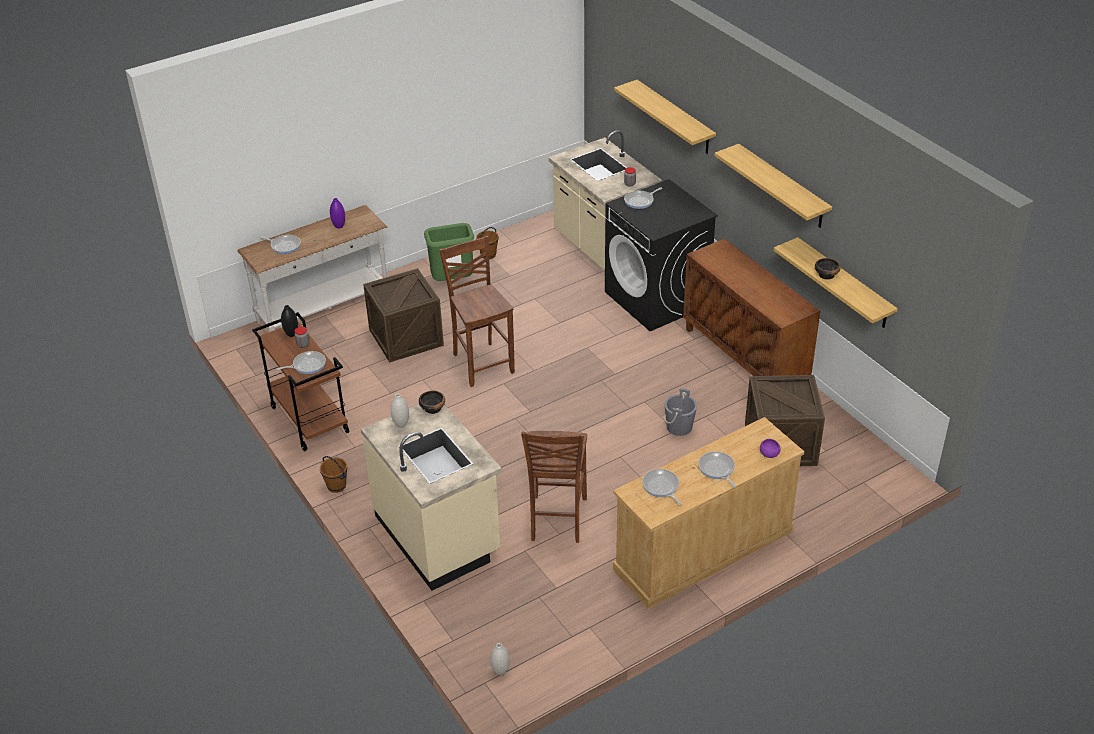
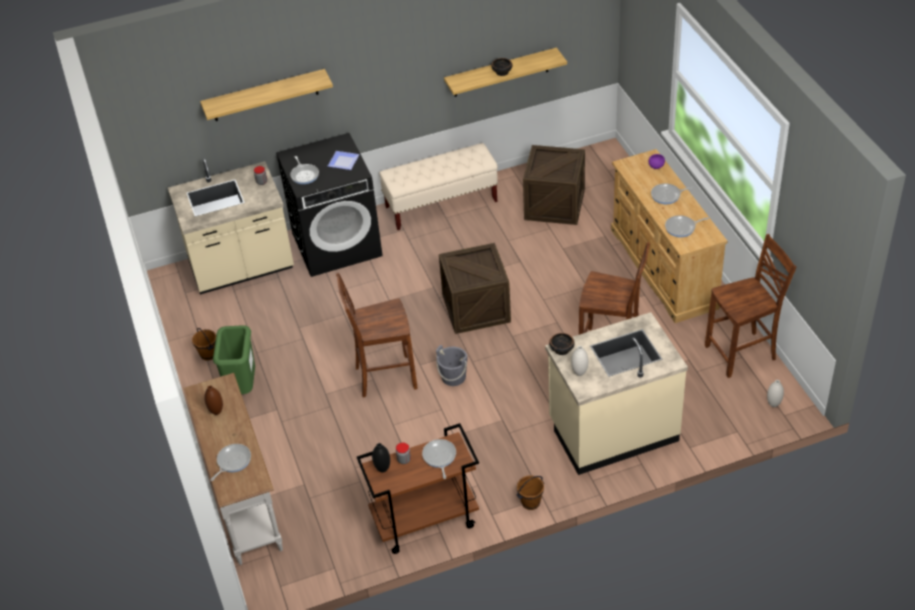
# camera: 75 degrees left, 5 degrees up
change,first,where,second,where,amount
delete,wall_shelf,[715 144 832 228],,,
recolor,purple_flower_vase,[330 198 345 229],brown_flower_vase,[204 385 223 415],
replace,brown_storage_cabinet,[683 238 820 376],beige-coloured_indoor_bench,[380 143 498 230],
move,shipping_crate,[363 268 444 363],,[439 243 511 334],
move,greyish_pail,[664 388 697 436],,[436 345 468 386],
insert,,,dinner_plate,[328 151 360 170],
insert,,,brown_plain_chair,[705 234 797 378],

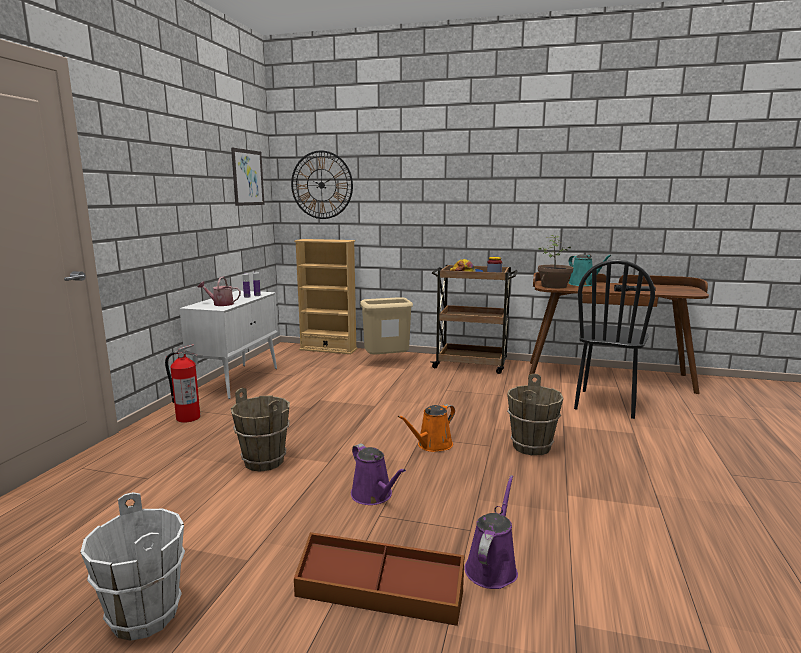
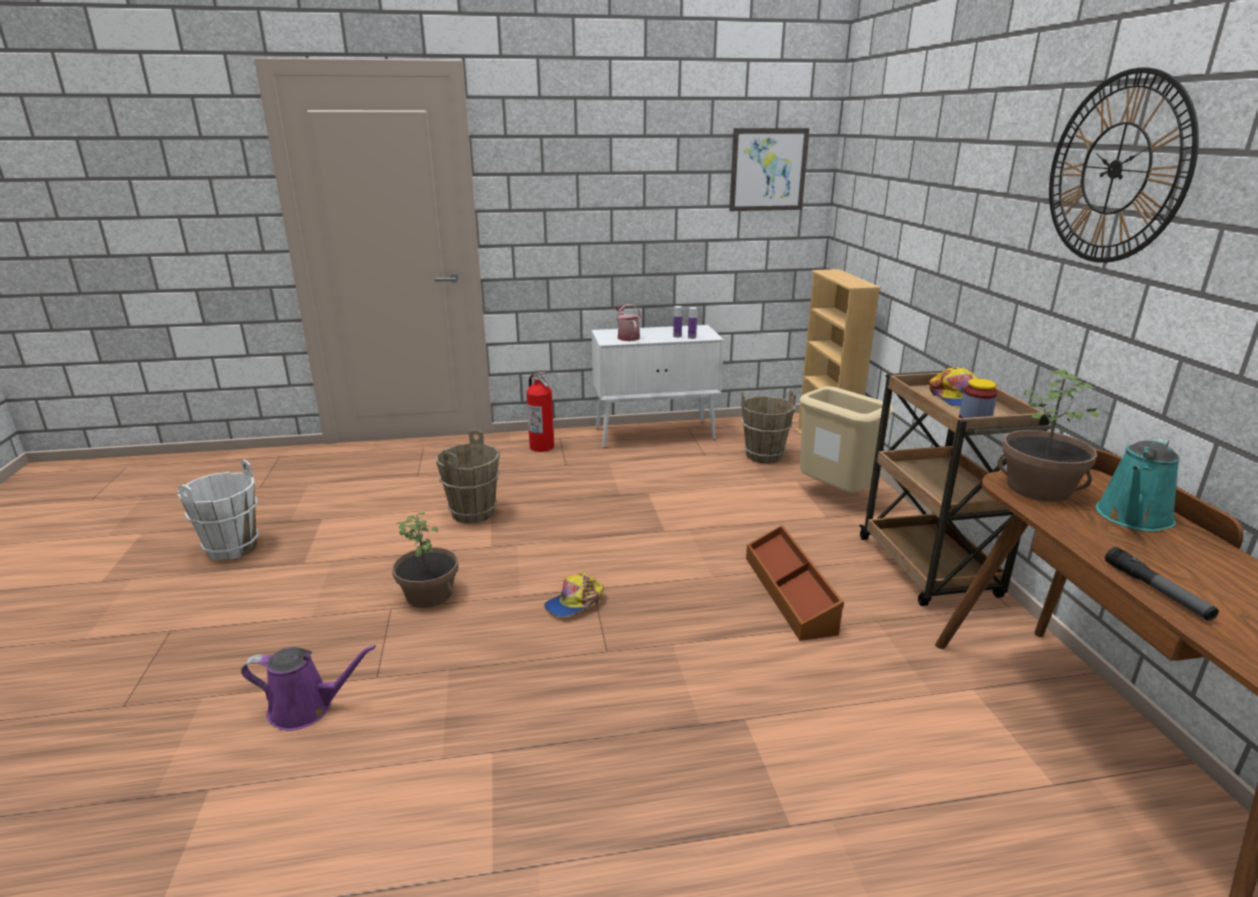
# camera: 65 degrees right, 10 degrees up
change,first,where,second,where,amount
move,clock_on_the_wall,[291 150 353 219],,[1049 67 1199 263],
delete,blackish_plain_chair,[574 259 655 419],,,
move,brown_pail,[507 374 563 455],,[741 390 796 464],
replace,orange-coloured_watering_pot,[398 404 455 452],cap,[544 572 604 617],
replace,purple_watering_pot,[351 444 406 505],potted_plant,[392 512 458 608],
move,brown_storage_box,[294 532 464 626],,[746 525 844 641],

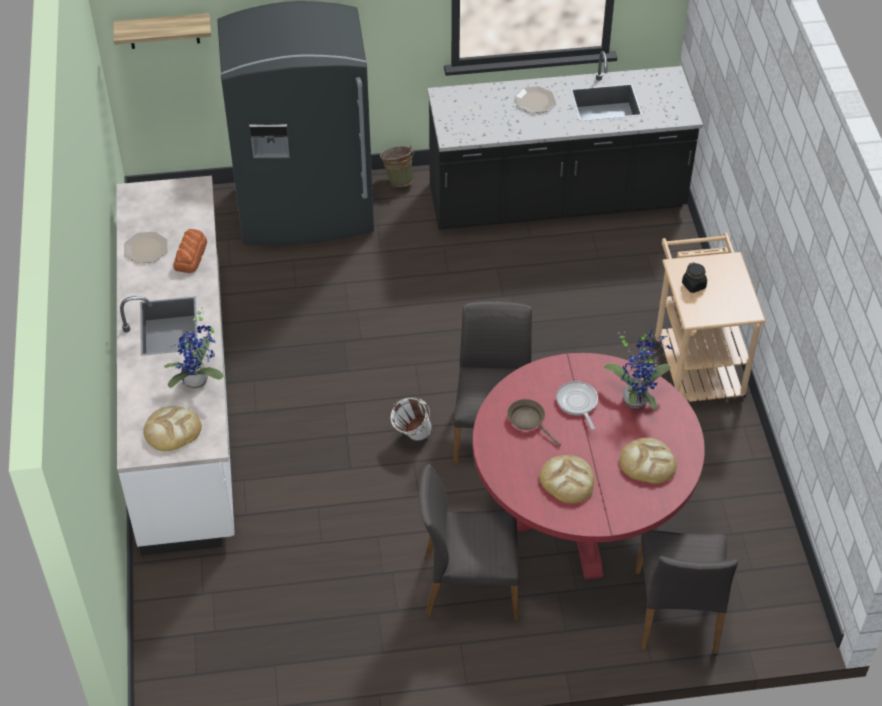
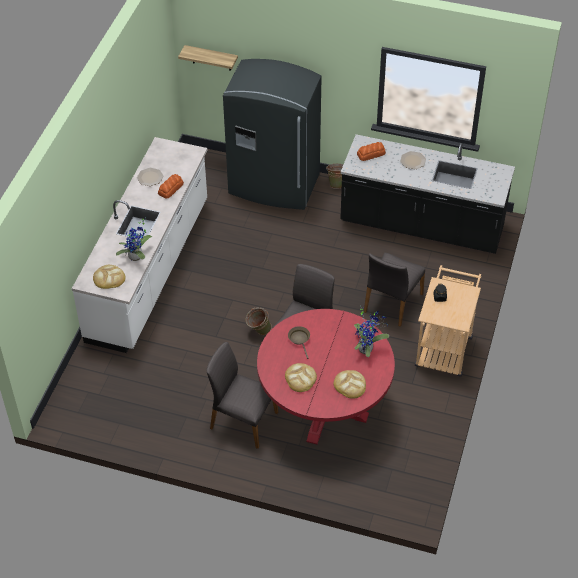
# camera: 25 degrees right, 0 degrees up
change,first,where,second,where,amount
delete,skillet,[556 381 598 430],,,
recolor,whitish_pail,[391 397 432 441],greenish_pail,[246 307 272 335],
move,greyish_plain_chair,[635 530 738 654],,[364 253 425 327],
insert,,,bakery_bread,[357 142 386 161],

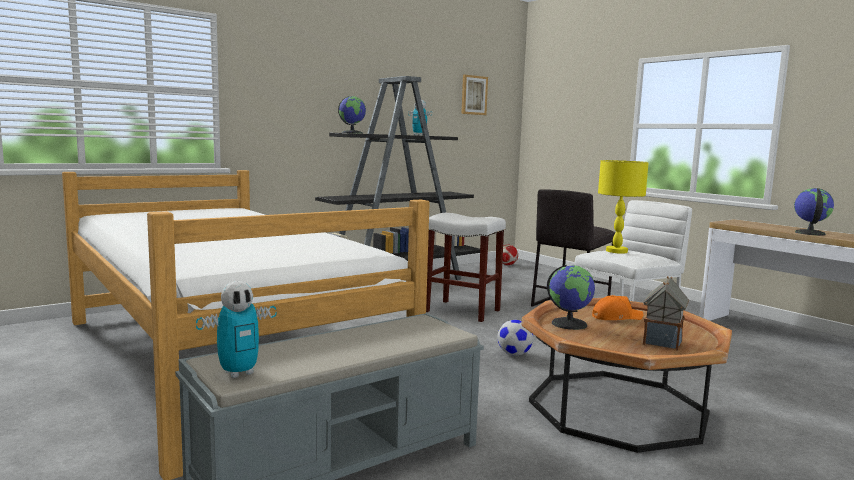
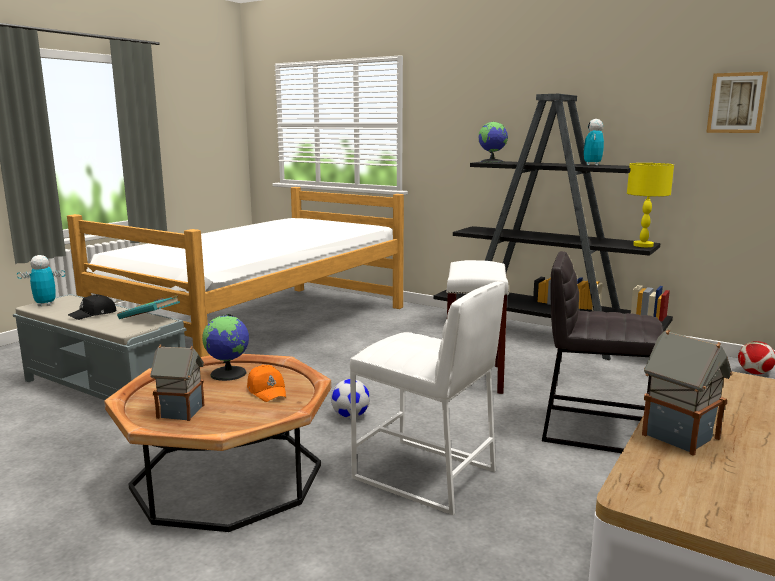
# camera: 70 degrees right, 5 degrees up
change,first,where,second,where,amount
move,yellow-coloured_lamp_for_a_table,[598 160 649 254],,[627 163 674 247],
replace,world_globe,[794 188 834 236],toy_house,[642 329 733 456],
rotate,robot_figure,[196 281 277 378],,[17 255 65 306],135 degrees clockwise
insert,,,blackish_cap,[68 294 116 320],
insert,,,turquoise_volume,[117 295 180 319],

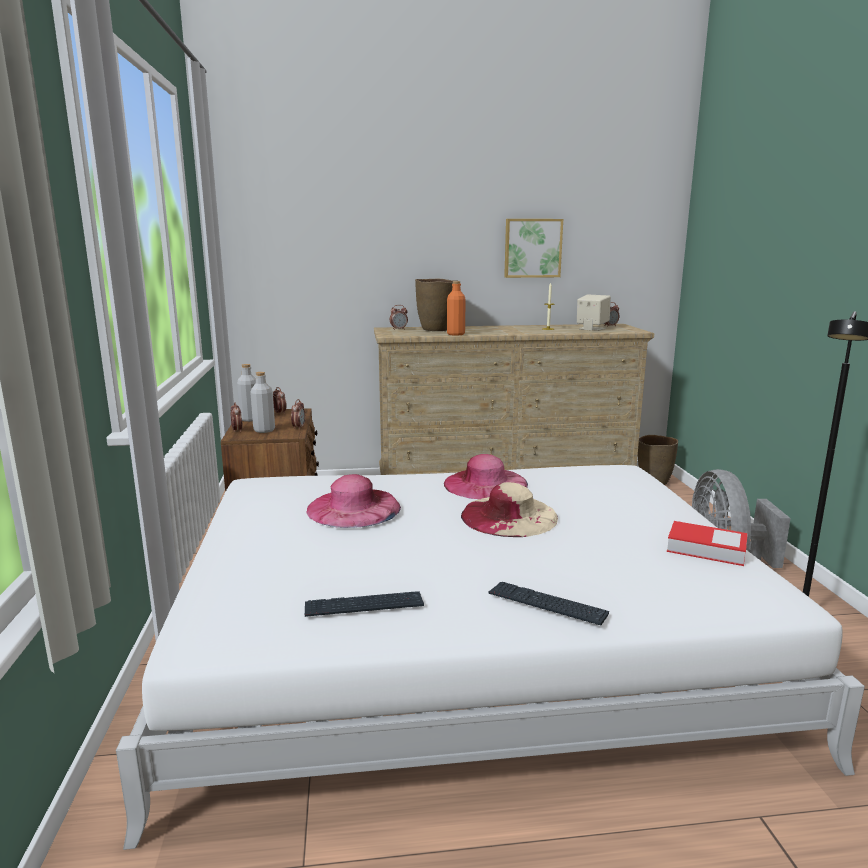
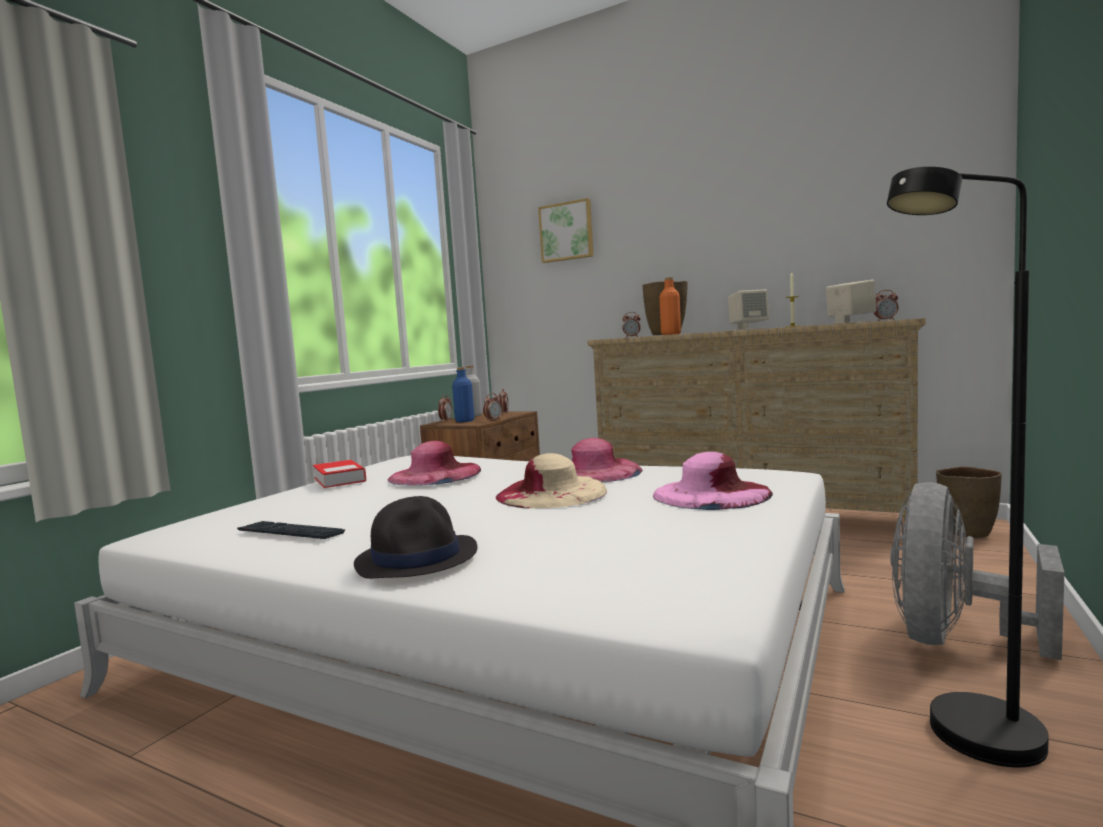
# camera: 35 degrees right, 10 degrees down
change,first,where,second,where,amount
move,wall_art,[504 219 563 278],,[538 198 593 263],
recolor,greyish_drink_bottle,[250 372 275 433],blue-coloured_drink_bottle,[452 367 475 422],
move,volume,[667 521 748 566],,[313 460 366 488],
replace,PC_keyboard,[488 582 609 625],blackish_hat,[354 496 477 579],
insert,,,beige-coloured_speaker,[728 289 769 331],
insert,,,pink_hat,[653 452 773 510],

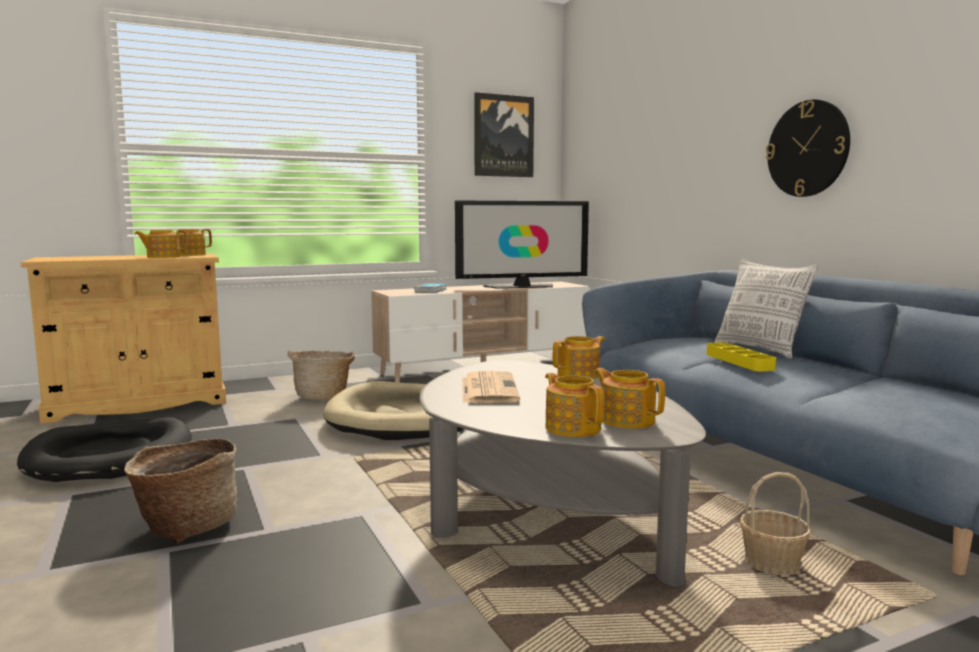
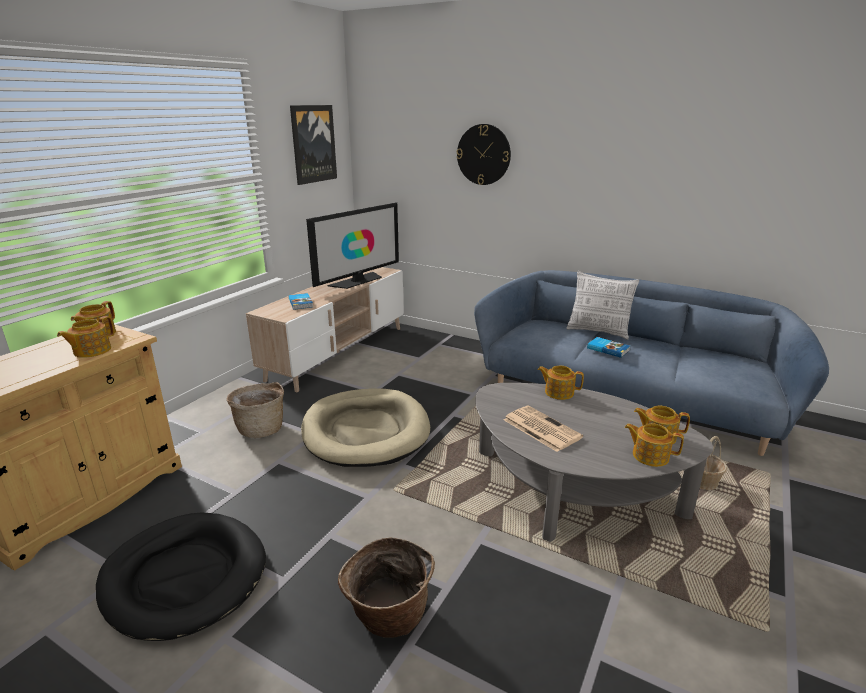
# camera: 35 degrees left, 15 degrees up
change,first,where,second,where,amount
move,clock_on_the_wall,[766 99 850 197],,[457 124 511 185],
rotate,teapot,[553 336 605 379],,[538 366 584 400],90 degrees counterclockwise
replace,yellow-coloured_carrying_tray,[707 342 776 371],volume,[587 337 630 358],

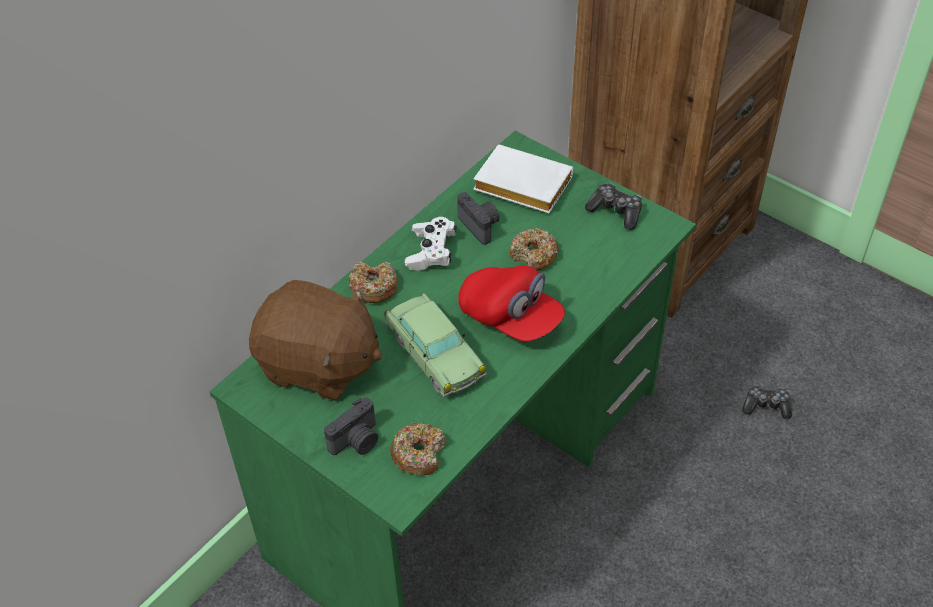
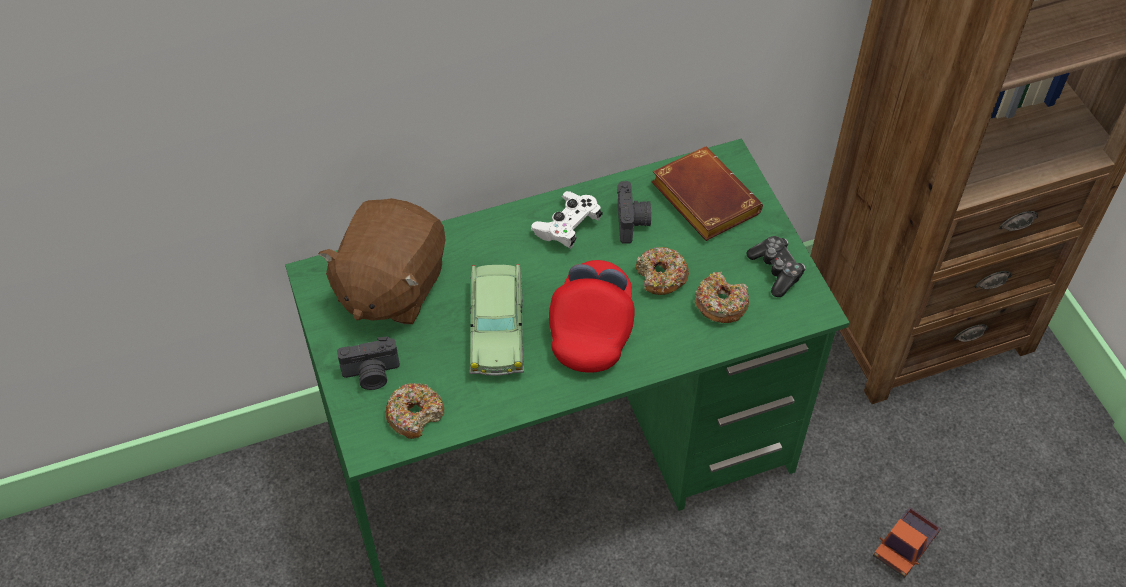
# camera: 30 degrees right, 5 degrees up
change,first,where,second,where,amount
recolor,whitish_volume,[473 144 574 213],brown_volume,[651 147 763 241],
move,donut,[349 261 398 303],,[695 272 749 323],
rotate,reddish_cap,[458 265 565 342],,[549 260 635 373],150 degrees counterclockwise
rotate,brown_plush_toy,[249 280 382 401],,[318 198 446 324],60 degrees clockwise
replace,game_controller,[742 385 792 419],model_truck,[873 507 941 578],

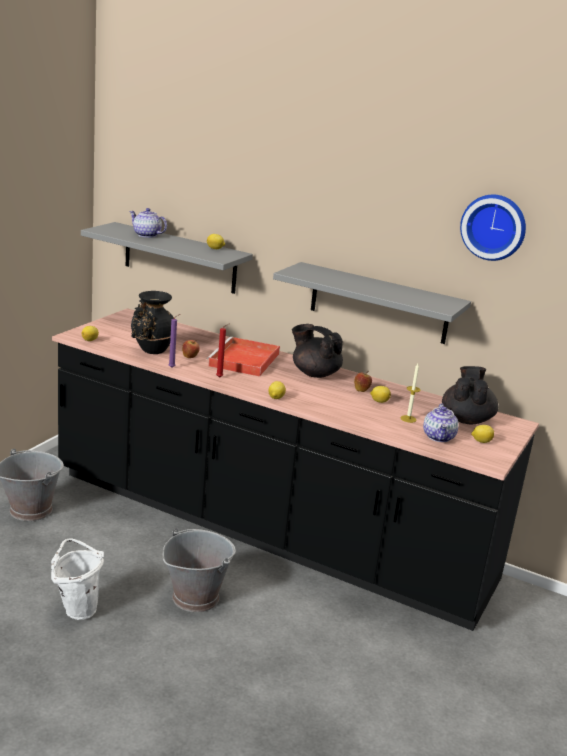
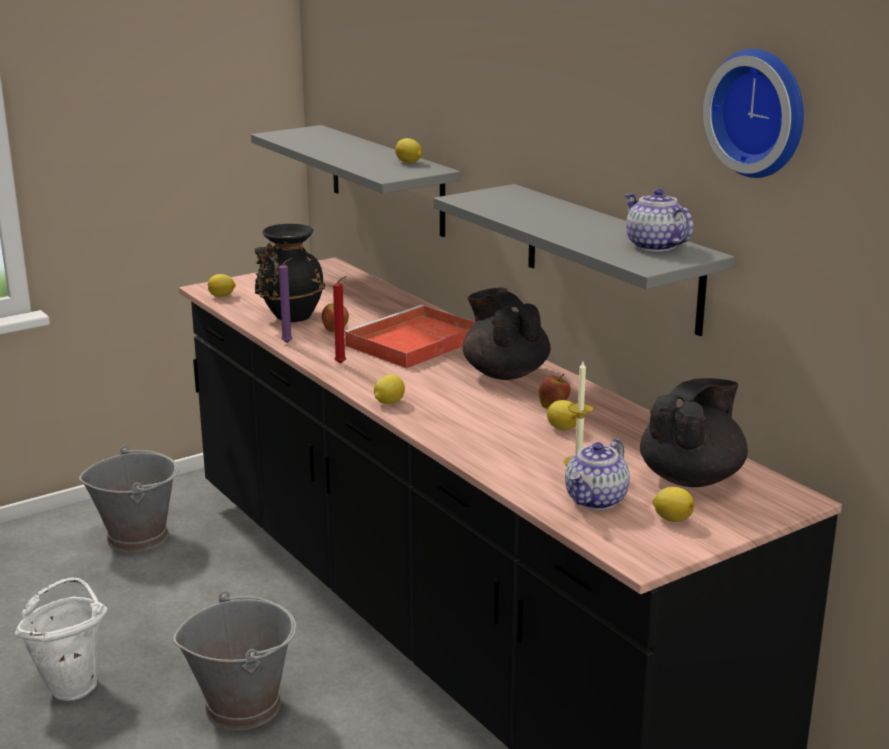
# camera: 30 degrees right, 0 degrees up
change,first,where,second,where,amount
move,teapot,[129 208 167 238],,[624 188 693 252],

